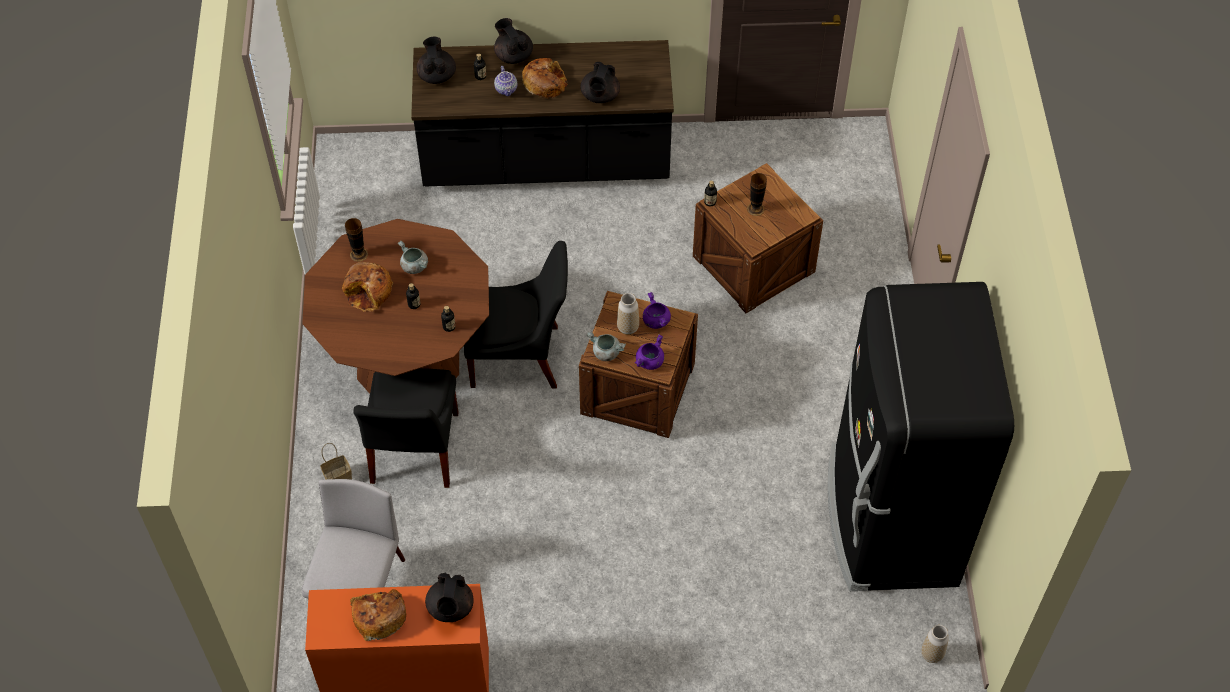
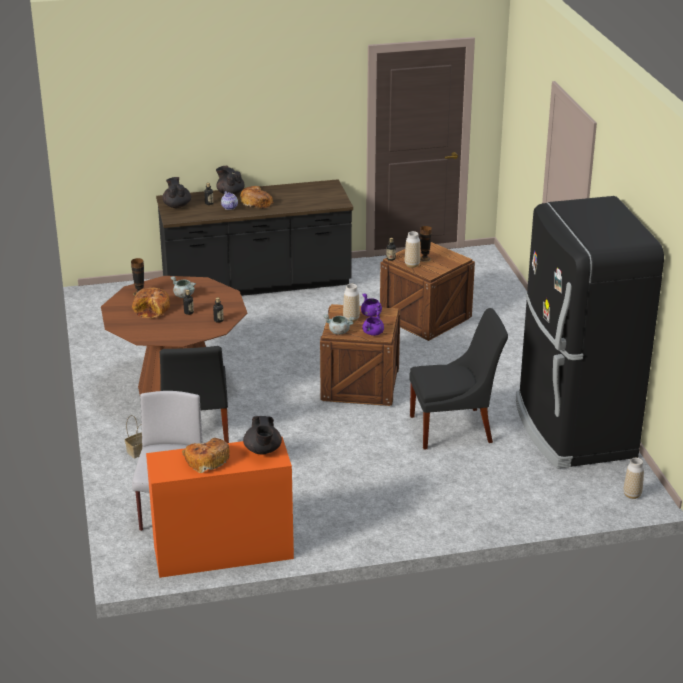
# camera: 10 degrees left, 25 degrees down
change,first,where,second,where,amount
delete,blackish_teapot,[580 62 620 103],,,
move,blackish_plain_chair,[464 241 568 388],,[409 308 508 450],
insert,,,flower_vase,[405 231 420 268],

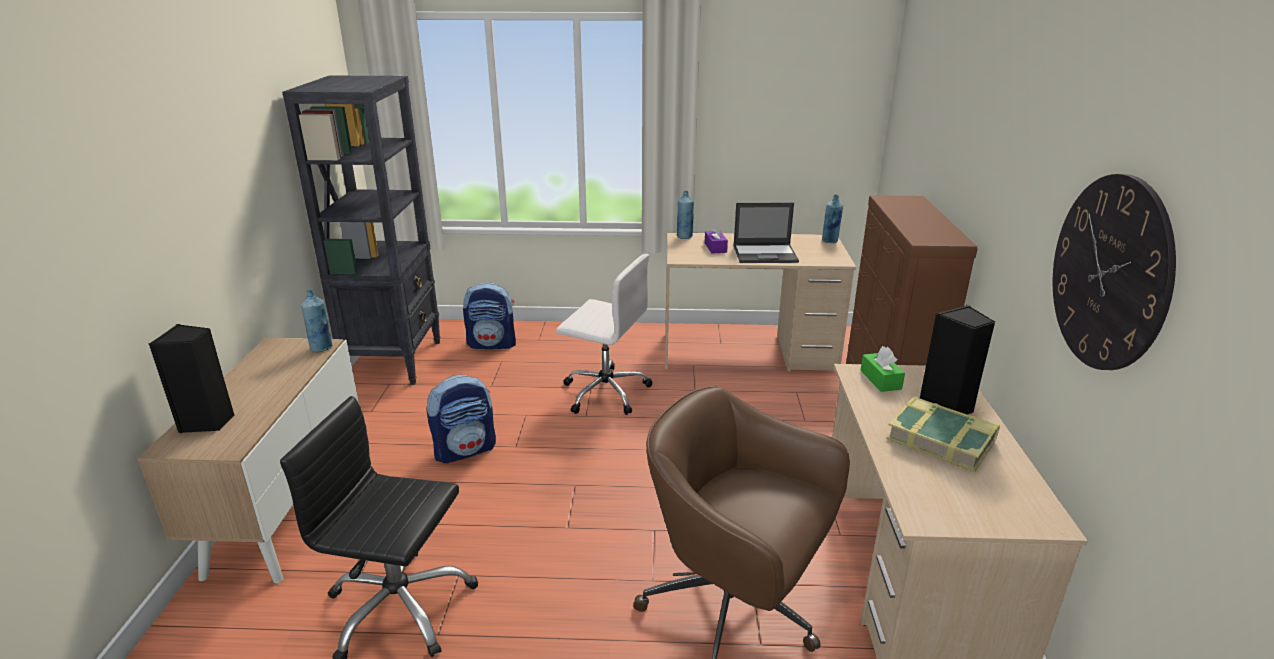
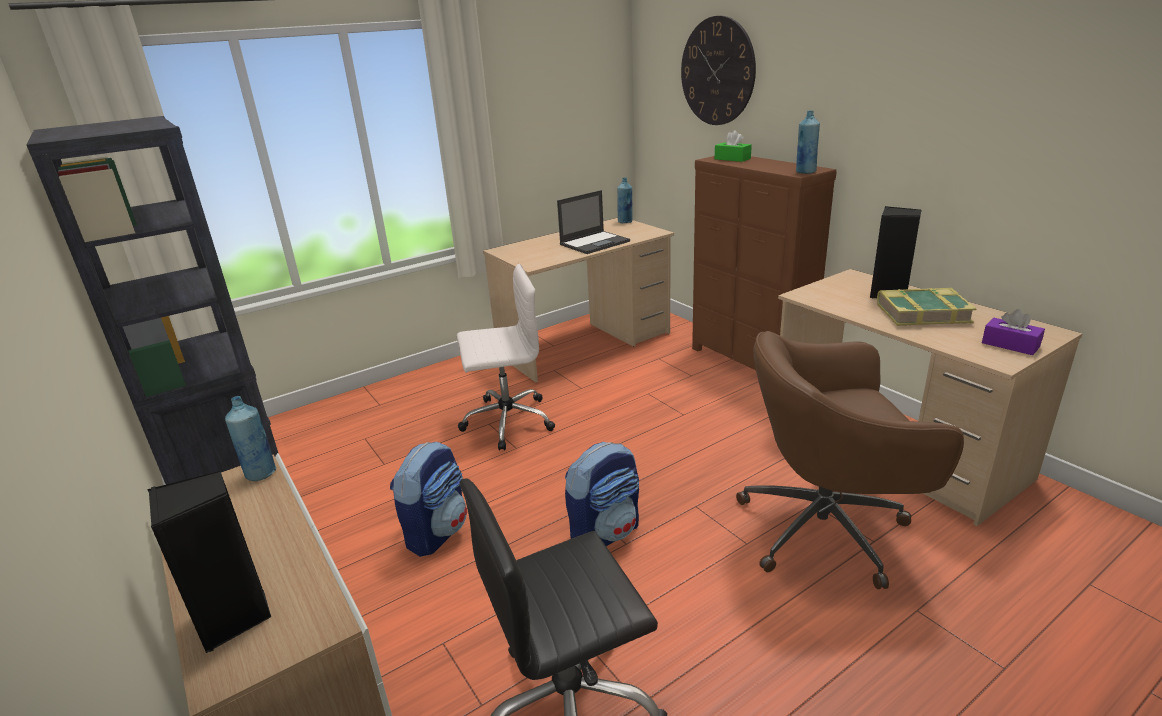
# camera: 35 degrees left, 0 degrees up
change,first,where,second,where,amount
move,clock_on_the_wall,[1053 174 1176 370],,[681 16 756 125],
move,blue-coloured_drink_bottle,[677 191 694 239],,[796 110 820 174],
move,purple_tissue_box,[705 224 728 254],,[982 309 1045 355],
move,knapsack,[463 282 516 349],,[565 442 639 546],
move,greenish_tissue_box,[860 346 905 392],,[715 130 752 162],

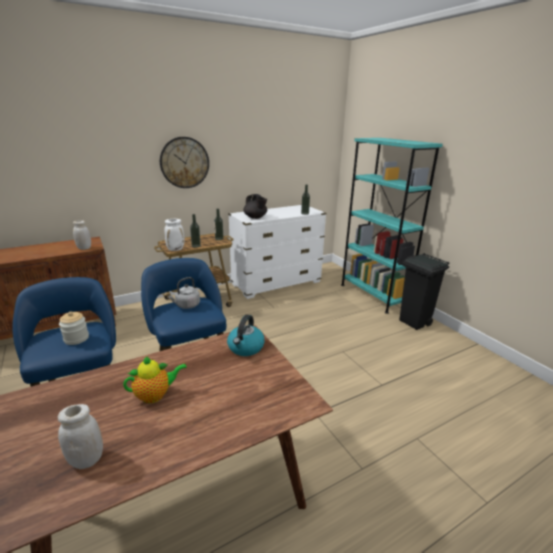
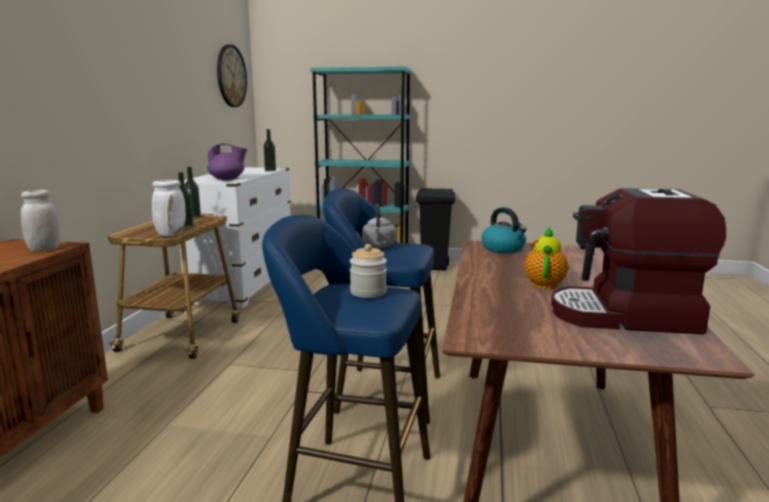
# camera: 50 degrees left, 10 degrees down
change,first,where,second,where,amount
move,clock_on_the_wall,[160 137 209 188],,[217 44 247 107],
recolor,blackish_teapot,[243 194 267 219],purple_teapot,[207 143 247 180],
replace,whitish_storage_jar,[58 404 103 469],coffee_brewer,[551 188 726 334],

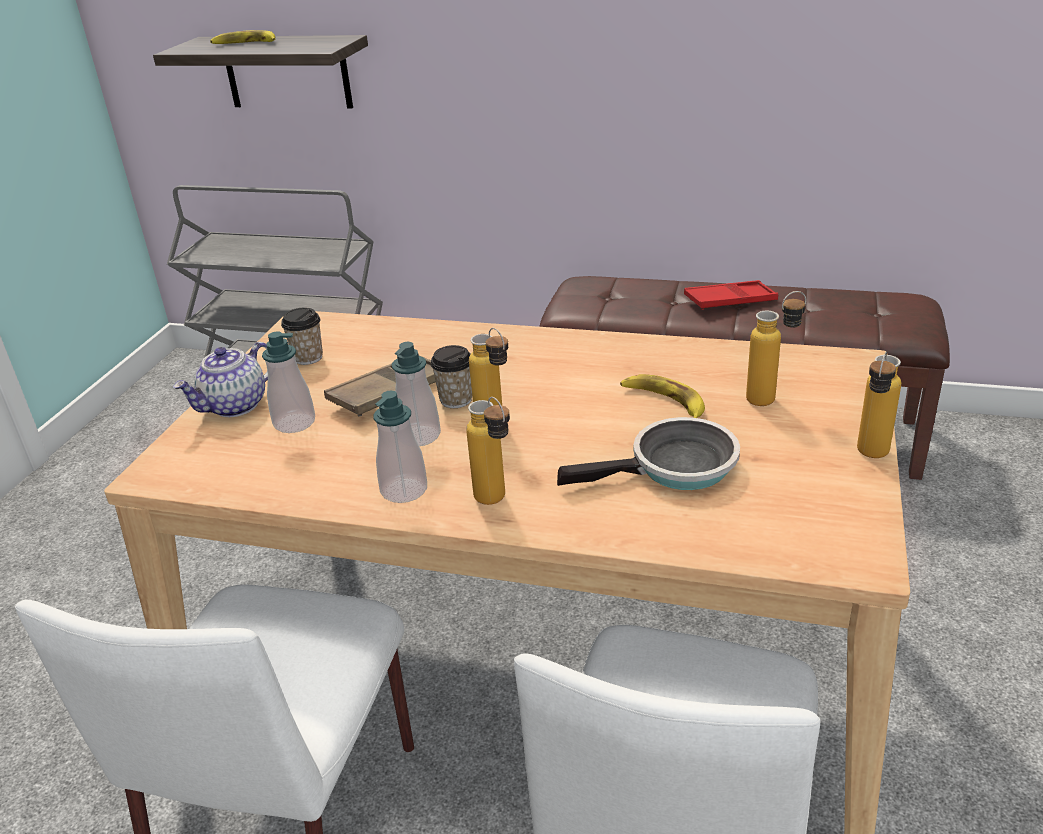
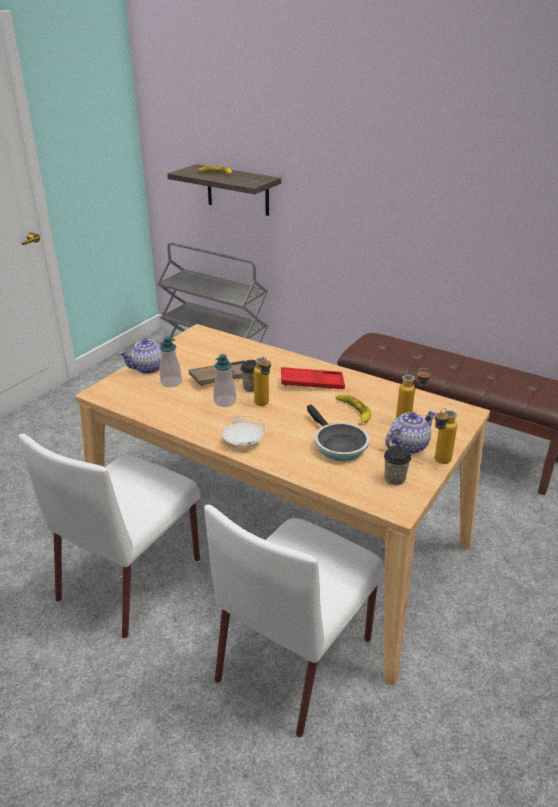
# camera: 15 degrees right, 0 degrees up
change,first,where,second,where,amount
move,reddish_carrying_tray,[684 280 778 310],,[281 367 345 389],
move,cup,[281 307 323 365],,[384 446 411 485],
delete,liquid_soap_bottle,[374 391 427 503],,,
replace,drink_bottle,[466 397 510 505],whitish_dinner_plate,[219 416 267 446],
rotate,skillet,[557 417 740 490],,[307 404 369 461],60 degrees clockwise
insert,,,teapot,[385 410 436 454],

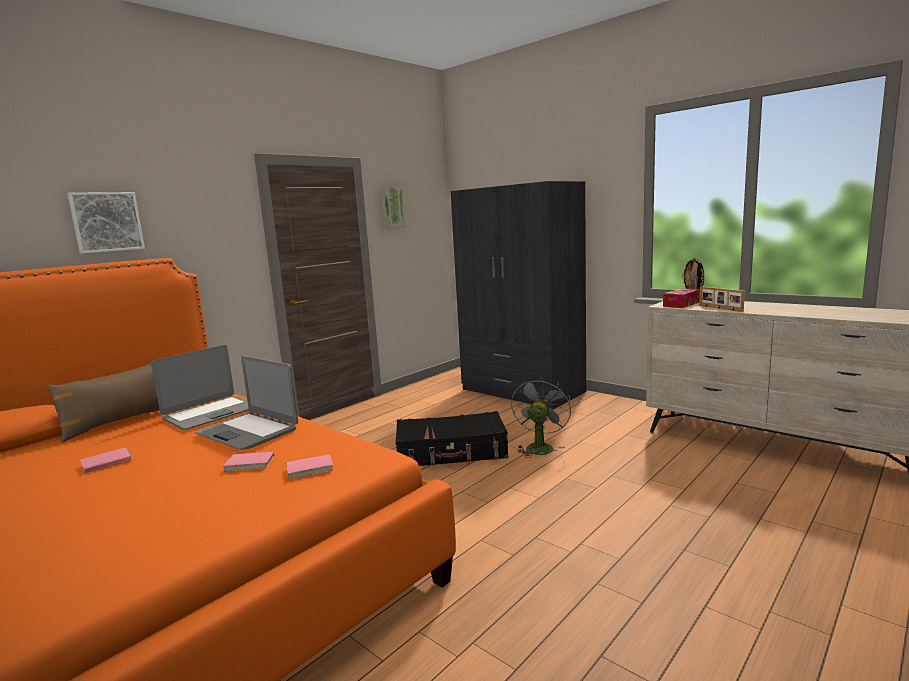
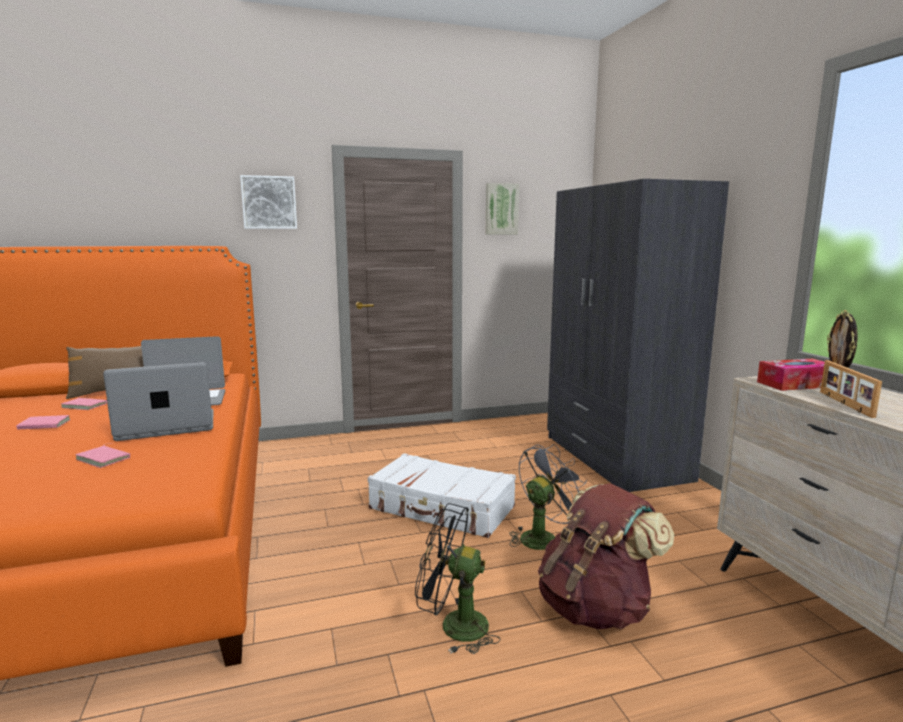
# camera: 30 degrees right, 0 degrees up
change,first,where,second,where,amount
move,wall_art,[67 192 145 254],,[240 175 297 229],
rotate,portable_computer,[195 356 298 450],,[103 362 213 441],90 degrees clockwise
recolor,blackish_suitcase,[396 411 508 466],whitish_suitcase,[368 453 516 538],
move,pink_volume,[284 455 333 479],,[61 396 107 410],
insert,,,brown_knapsack,[538 483 674 629],
insert,,,blackish_cooling_fan,[415 503 500 654],

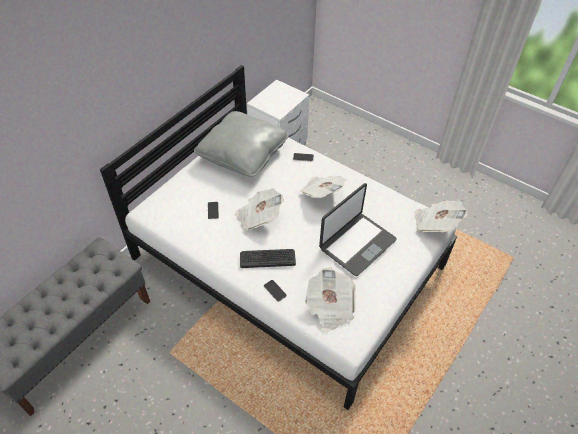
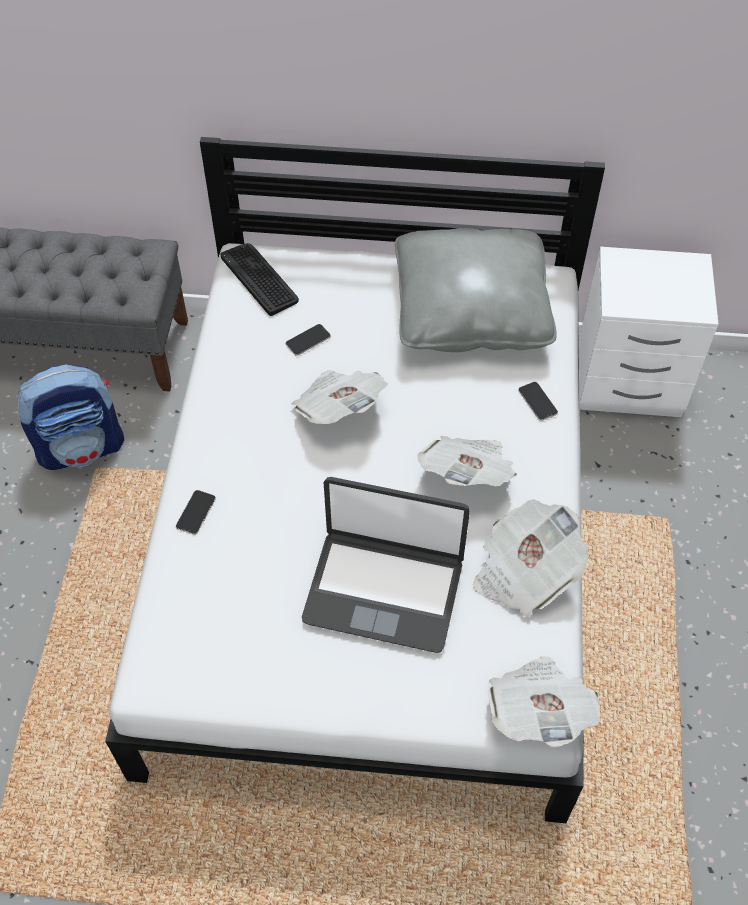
# camera: 60 degrees right, 5 degrees up
change,first,where,second,where,amount
move,PC_keyboard,[240 249 296 268],,[221 243 299 316],
move,newspaper,[305 267 356 332],,[473 499 588 617],
insert,,,knapsack,[17 364 124 470],

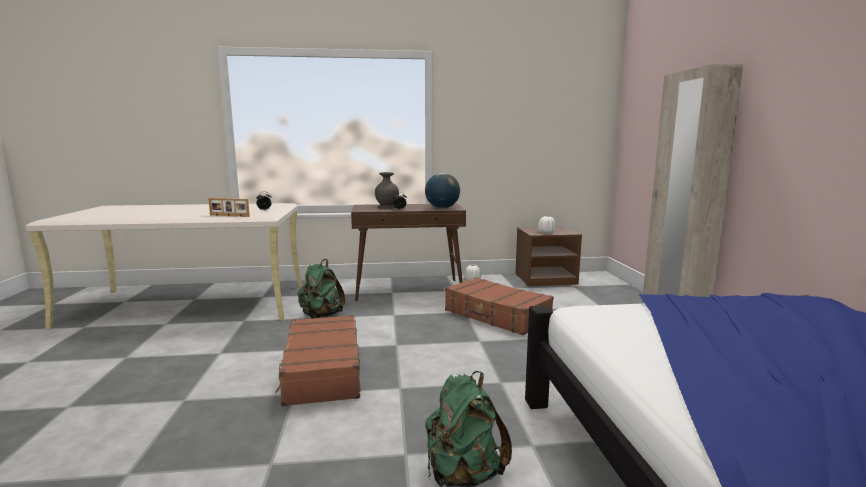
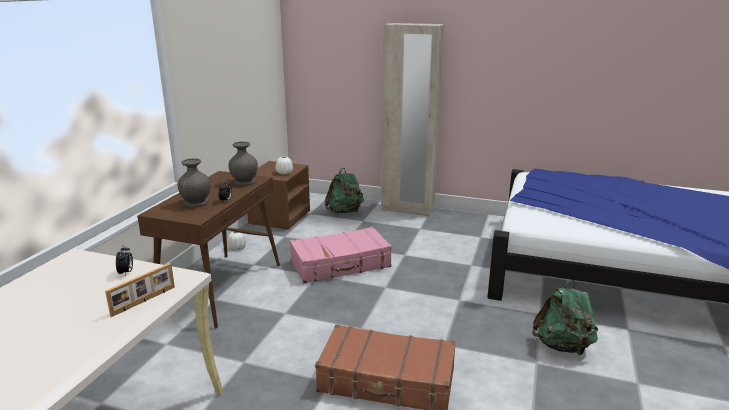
# camera: 65 degrees left, 10 degrees up
change,first,where,second,where,amount
replace,world_globe,[425 173 460 208],greyish_flower_vase,[228 141 258 186],
move,greenish_knapsack,[298 259 345 319],,[325 168 364 213],
recolor,brown_suitcase,[445 277 554 335],pink_suitcase,[290 227 392 283],

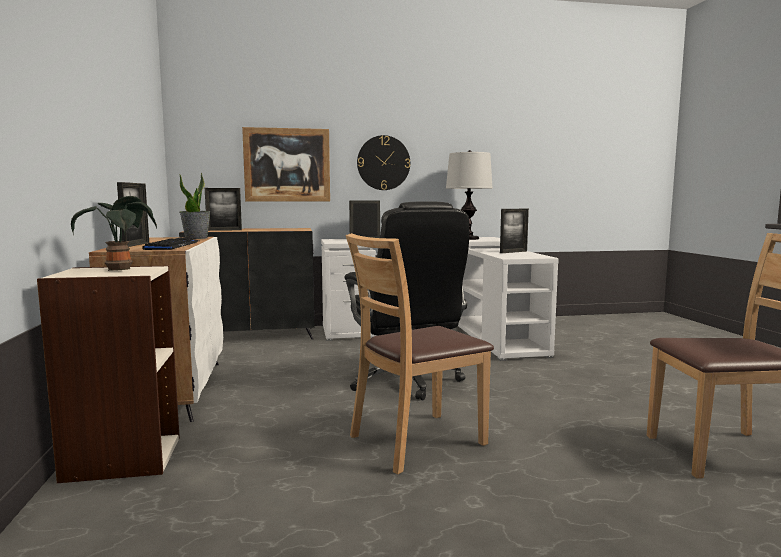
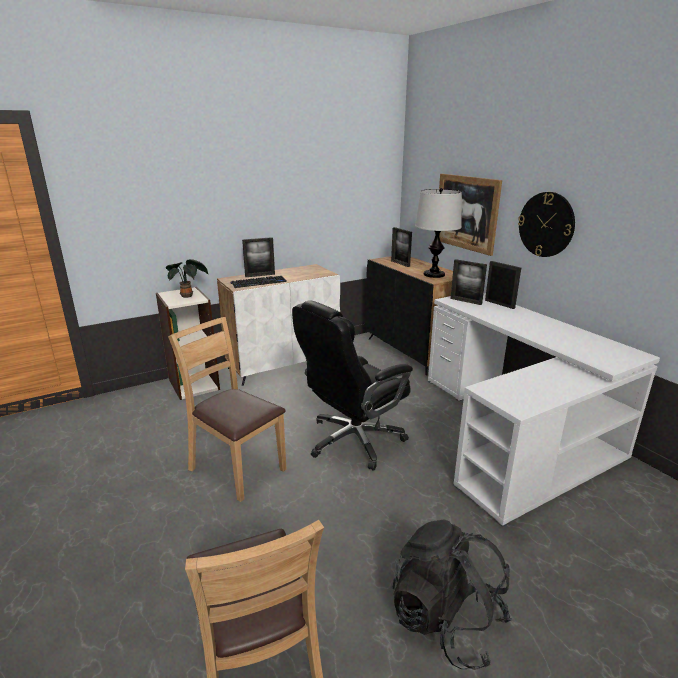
# camera: 70 degrees right, 15 degrees up
change,first,where,second,where,amount
move,lamp_for_a_table,[446 150 493 240],,[415 188 462 278],
delete,potted_plant,[180 173 211 239],,,
move,photo_frame,[500 209 529 253],,[451 259 487 305],
insert,,,blackish_knapsack,[393 519 512 670],

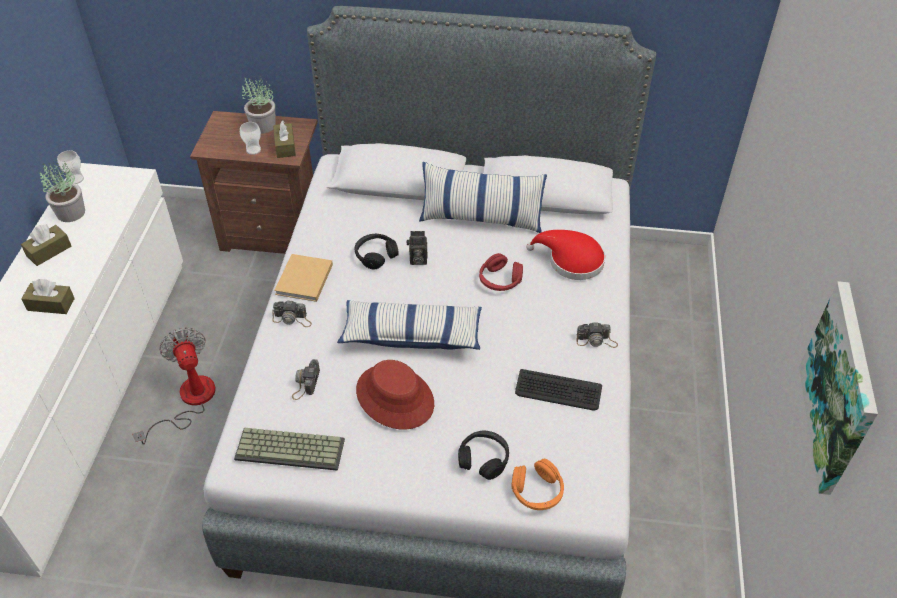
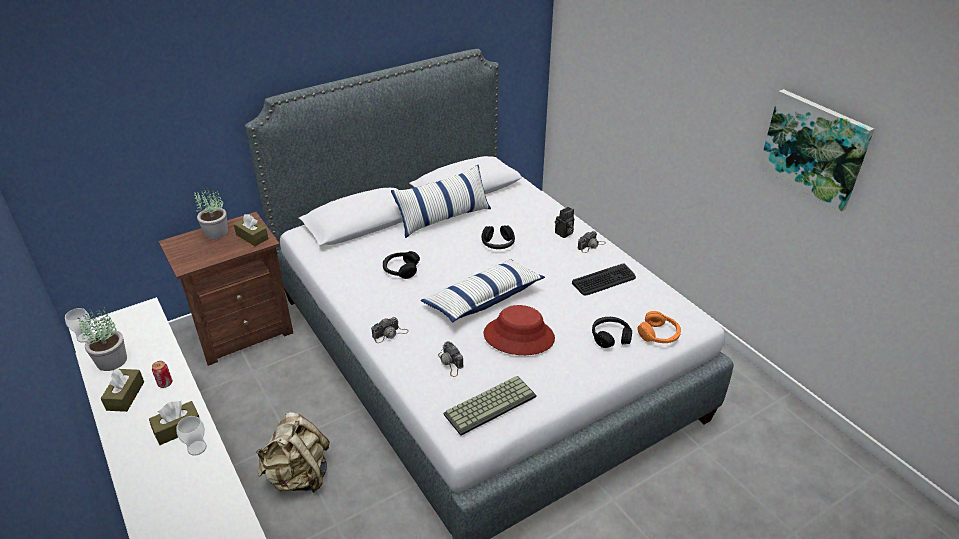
# camera: 40 degrees left, 10 degrees down
change,first,where,second,where,amount
move,cup,[240 122 261 155],,[177 416 207 456],
delete,reddish_hat,[526 230 605 280],,,
move,photo_camera,[407 231 427 265],,[555 207 574 238],
recolor,reddish_headphones,[479 253 523 291],blackish_headphones,[481 225 515 249],
delete,beige-coloured_volume,[274 254 333 302],,,
replace,cooling_fan,[132 327 216 445],beige-coloured_knapsack,[256 412 330 493],
insert,,,metal_can,[152 361 172 388],

